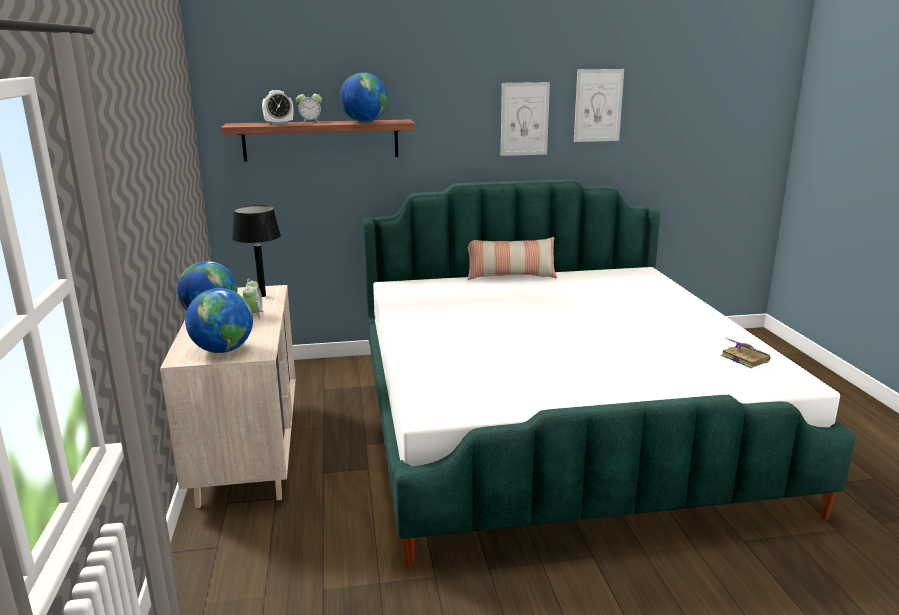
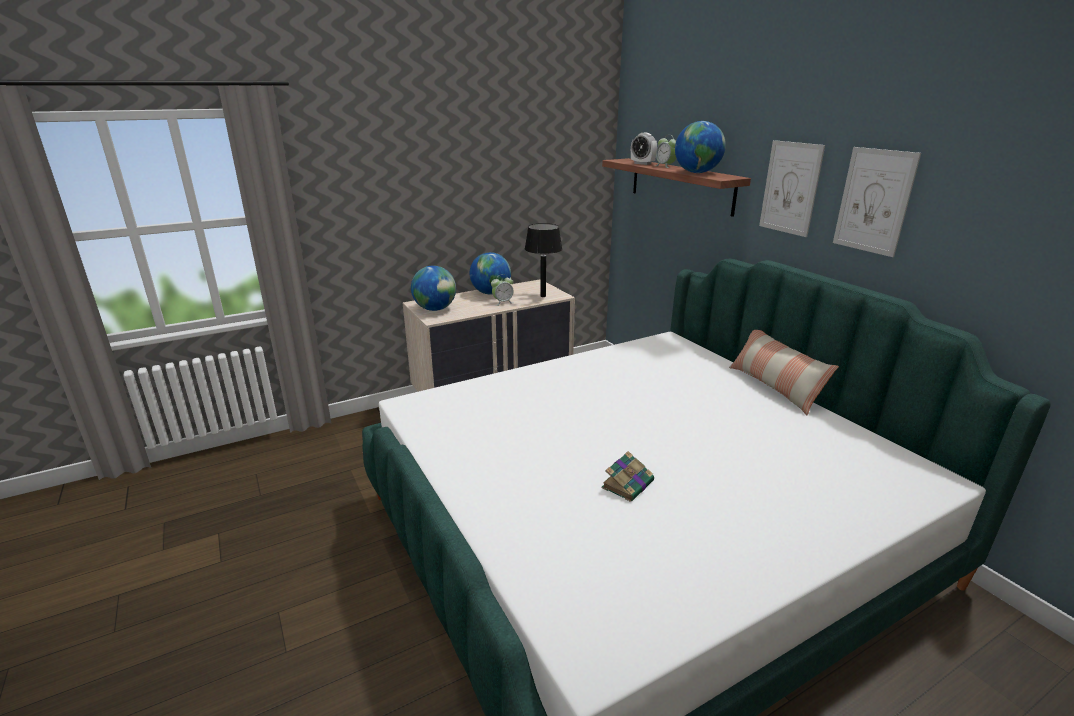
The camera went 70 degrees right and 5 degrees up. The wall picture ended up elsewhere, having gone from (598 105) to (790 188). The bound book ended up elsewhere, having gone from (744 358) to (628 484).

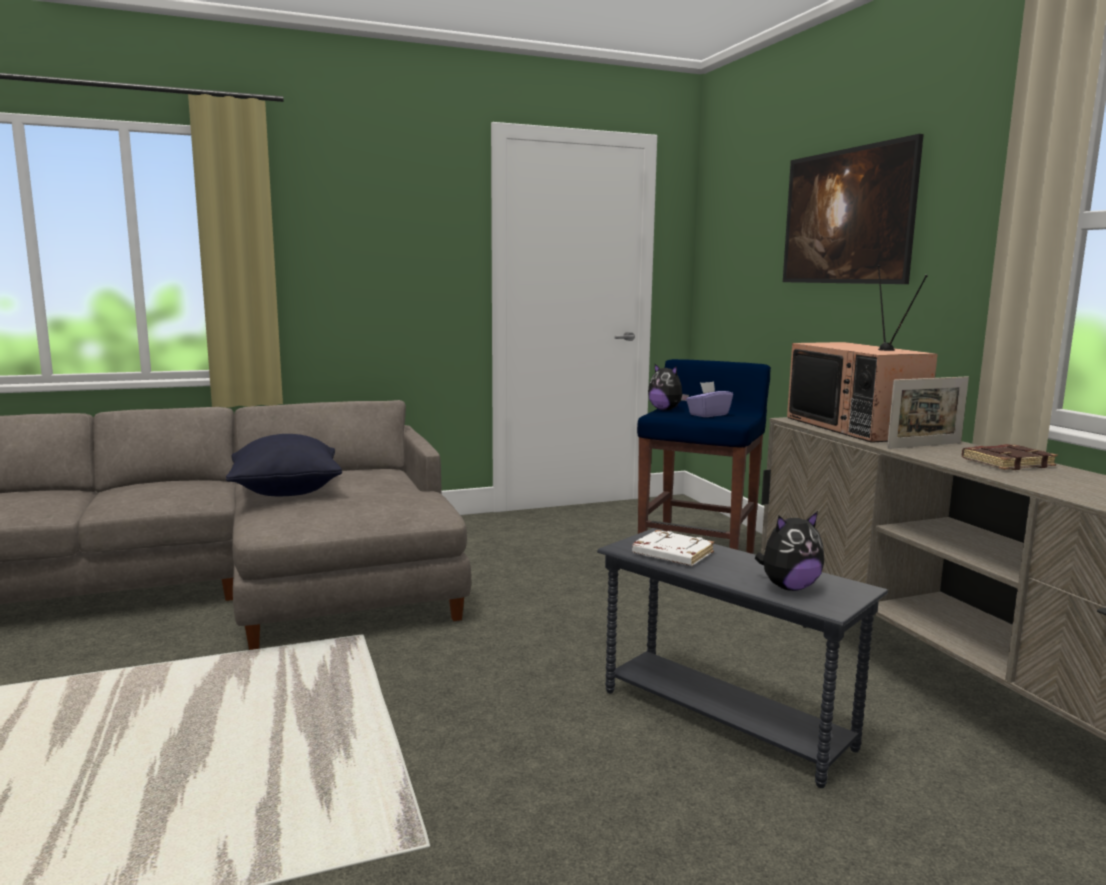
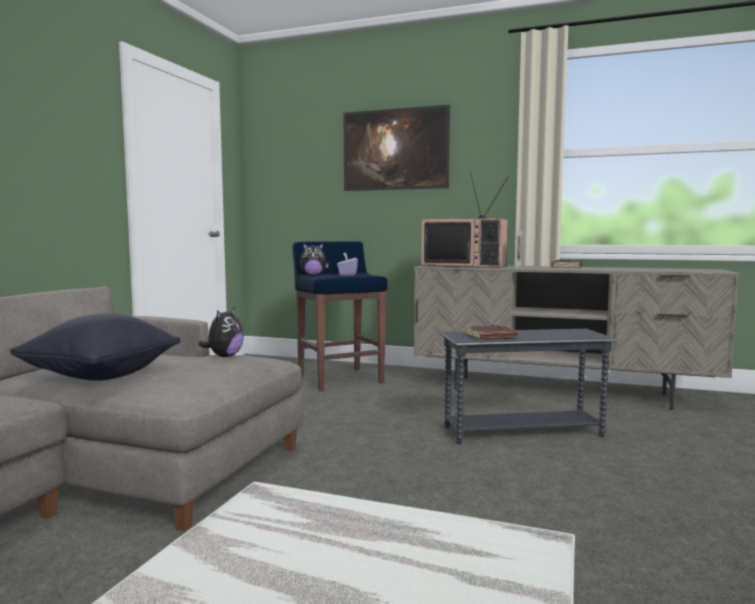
The camera went 50 degrees left and 5 degrees down. The soft toy ended up elsewhere, having gone from (788 587) to (224 356). What was the bound book (whitish) at (671 554) turned into the bound book (brownish) at (490 336).

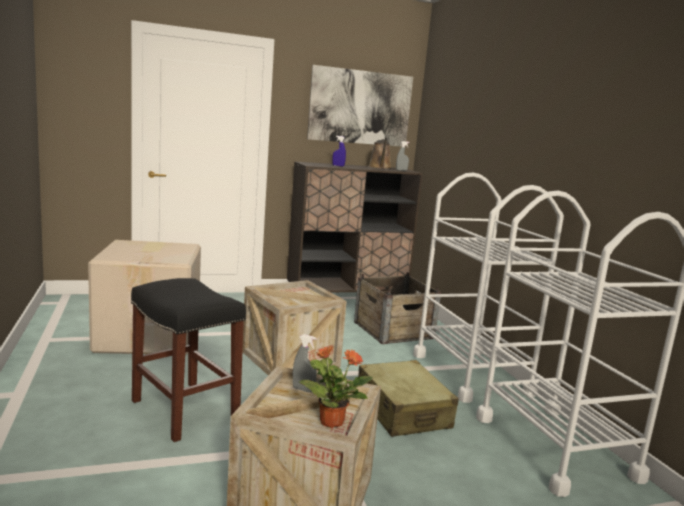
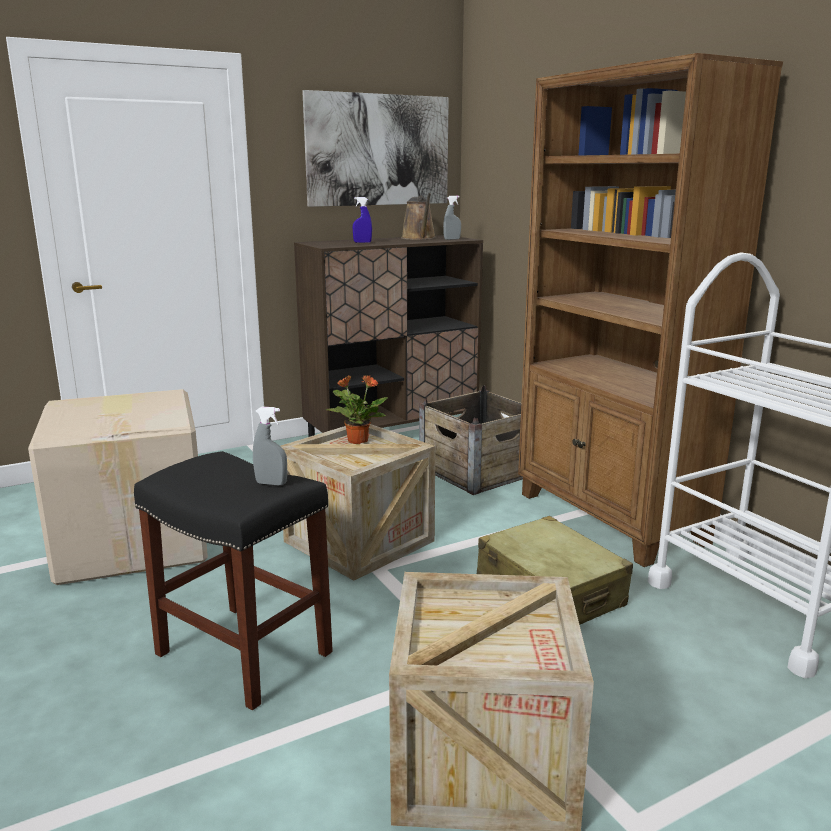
The camera went 10 degrees left and 5 degrees up. The spray bottle (gray) ended up elsewhere, having gone from (303 389) to (271 483). The houseplant ended up elsewhere, having gone from (331 421) to (357 440). Where the cart (whitish) stood at (471 374), the bookcase (brownish) came to stand at (610 519).

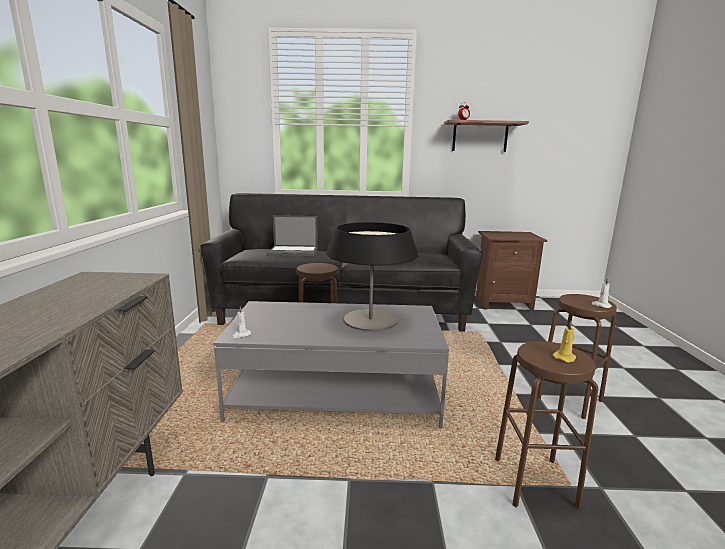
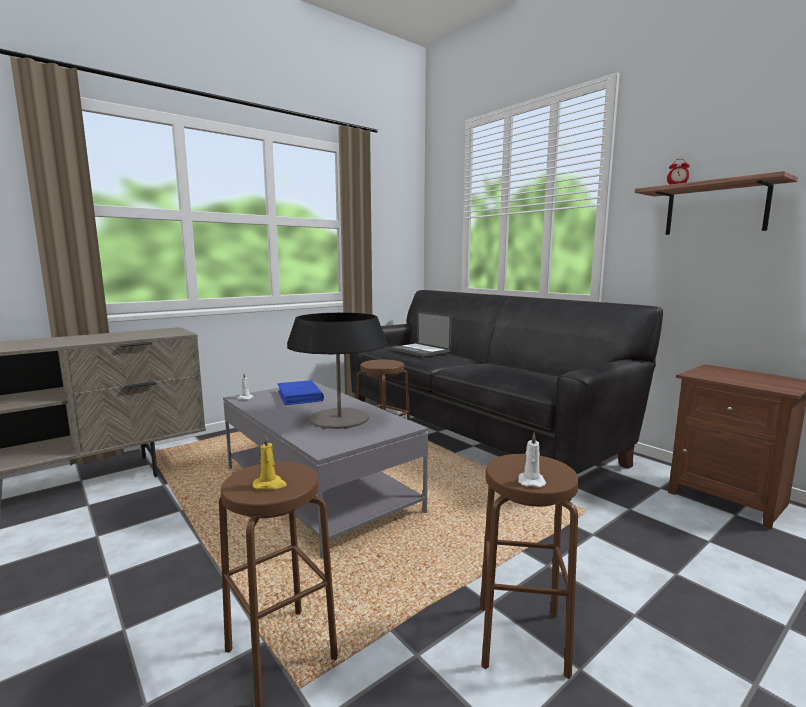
The camera went 50 degrees right and 5 degrees down. The second view gained the bound book (blue-coloured) at (300 396).

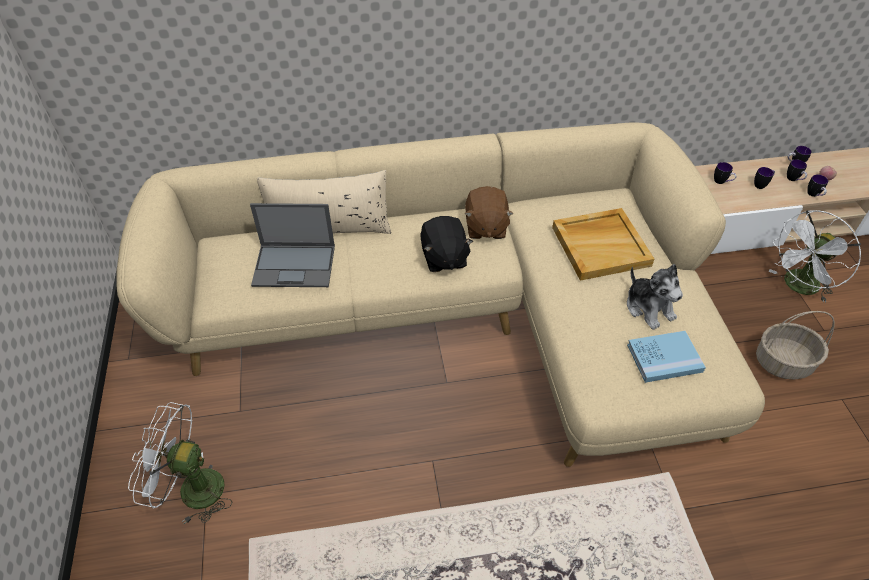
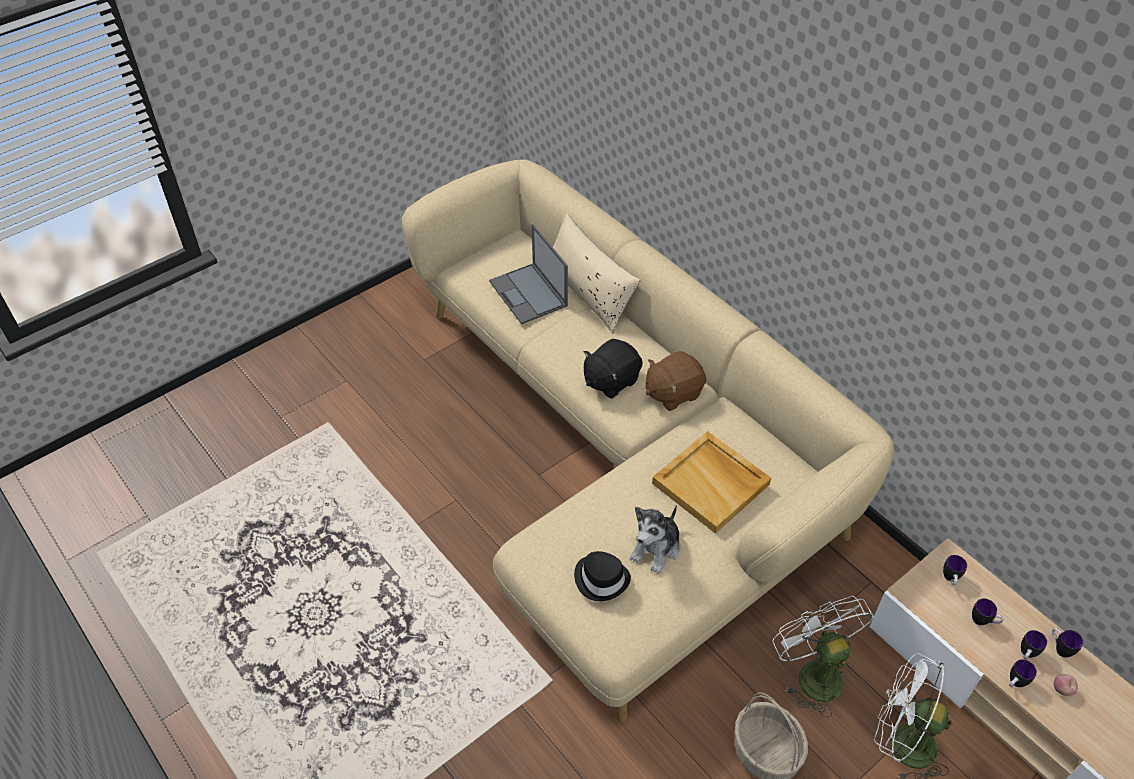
The camera went 60 degrees right and 0 degrees up. The fan (whitish) ended up elsewhere, having gone from (191 489) to (813 673). Where the bound book (blue-coloured) stood at (664 358), the clothing hat (black) came to stand at (601 579).

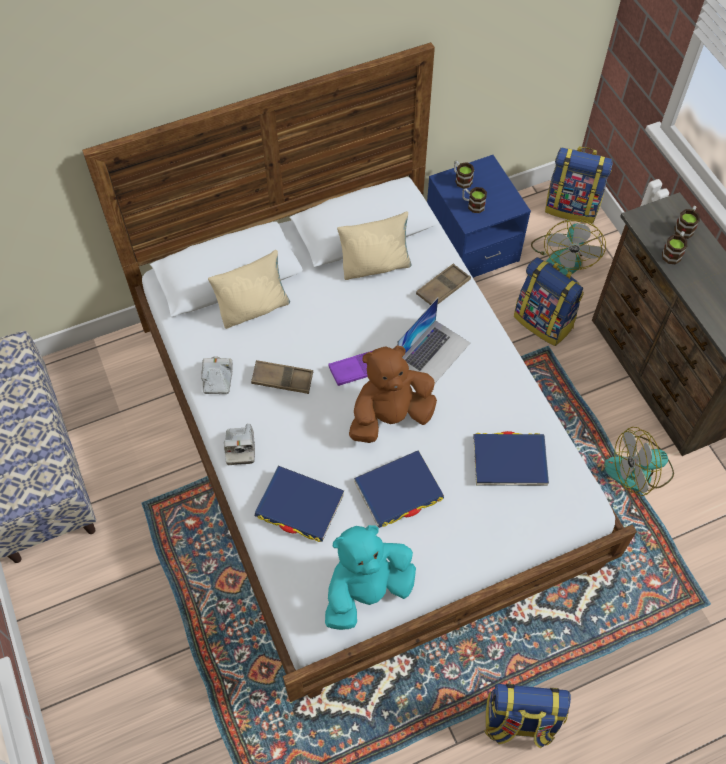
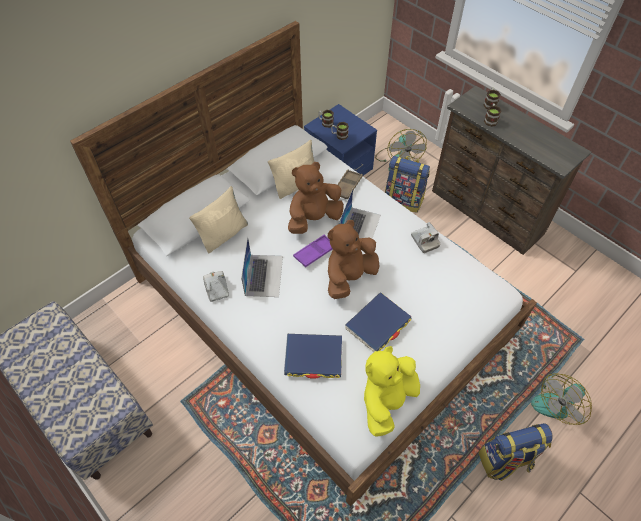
The camera went 20 degrees left and 5 degrees down. The second view lost the bound book (blue-coloured) at (509 461). The second view lost the backpack at (572 207). The second view gained the soft toy (brownish) at (314 219). The photo camera ended up elsewhere, having gone from (240 448) to (424 241). The fan ended up elsewhere, having gone from (639 471) to (557 401). Where the serving tray (brownish) stood at (282 379), the portable computer came to stand at (264 275). What was the soft toy (turquoise-coloured) at (367 590) turned into the soft toy (yellowish) at (387 401).

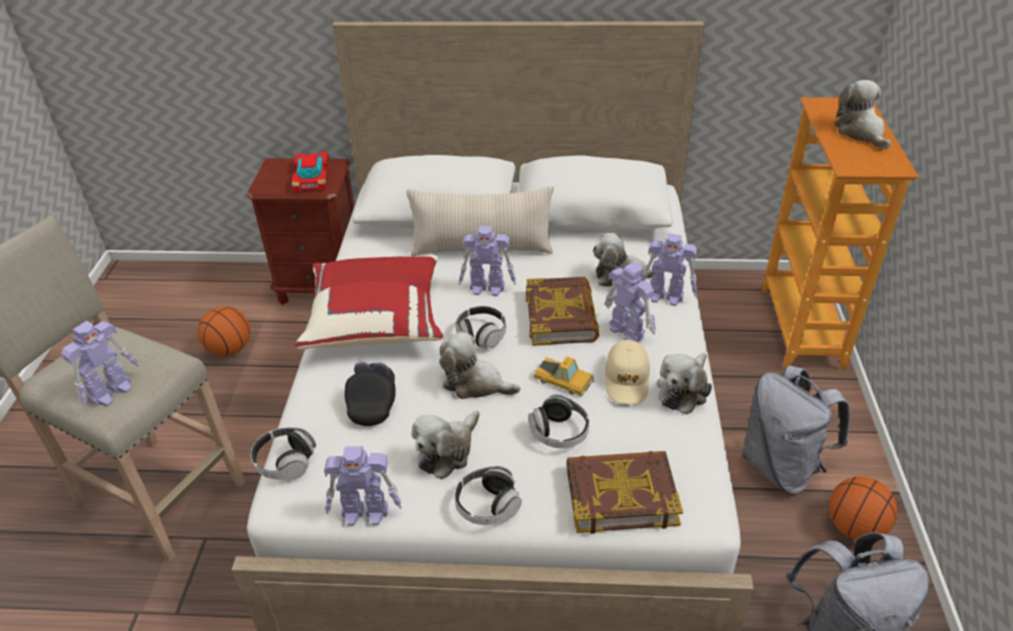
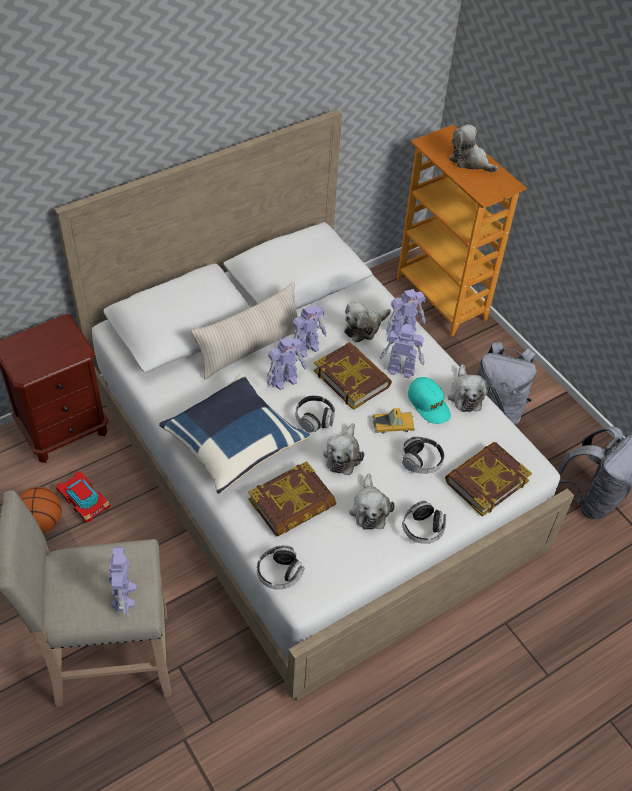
The camera went 40 degrees left and 10 degrees up. The second view lost the basketball ball at (855 527). The model car ended up elsewhere, having gone from (312 177) to (84 499). The model robot ended up elsewhere, having gone from (366 512) to (307 348). Where the baseball cap (black) stood at (373 402), the bound book came to stand at (292 503). What was the cushion (red) at (376 321) turned into the cushion (blue-coloured) at (233 444). What was the baseball cap (beige-coloured) at (627 379) turned into the baseball cap (turquoise-coloured) at (429 404). The soft toy at (475 383) ended up facing another way, 60 degrees counterclockwise from before.

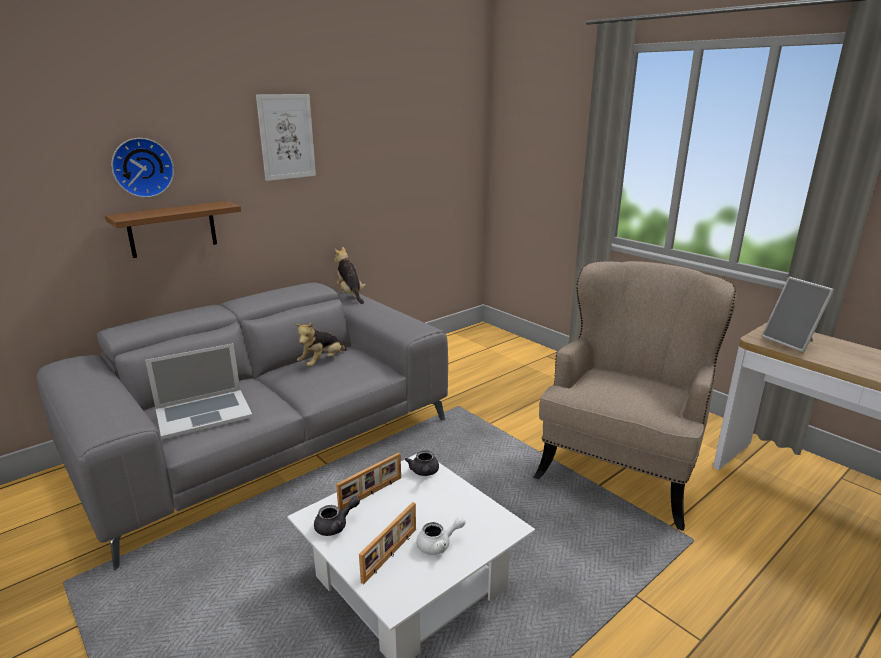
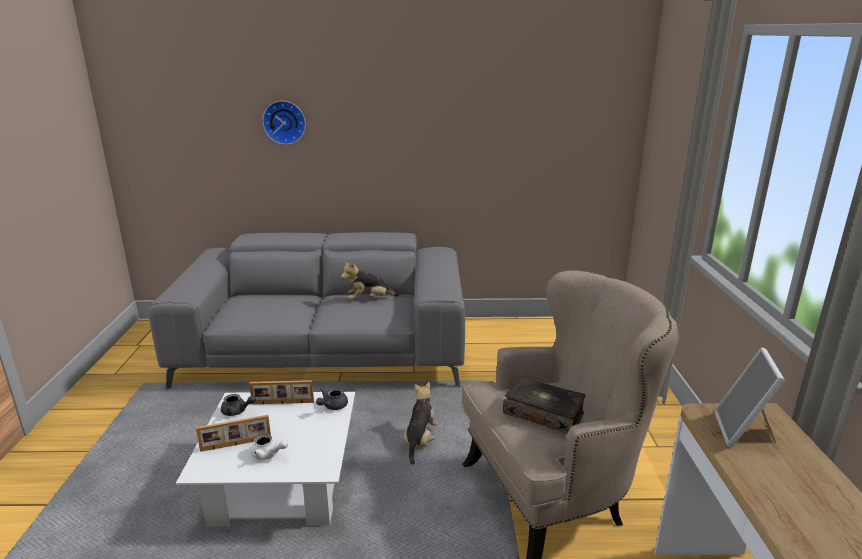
The camera went 40 degrees right and 0 degrees up. The second view lost the wall shelf (brownish) at (172 229). The second view lost the portable computer at (203 413). The second view lost the wall picture at (286 137). The second view gained the bound book at (544 413). The soft toy ended up elsewhere, having gone from (350 294) to (420 441).

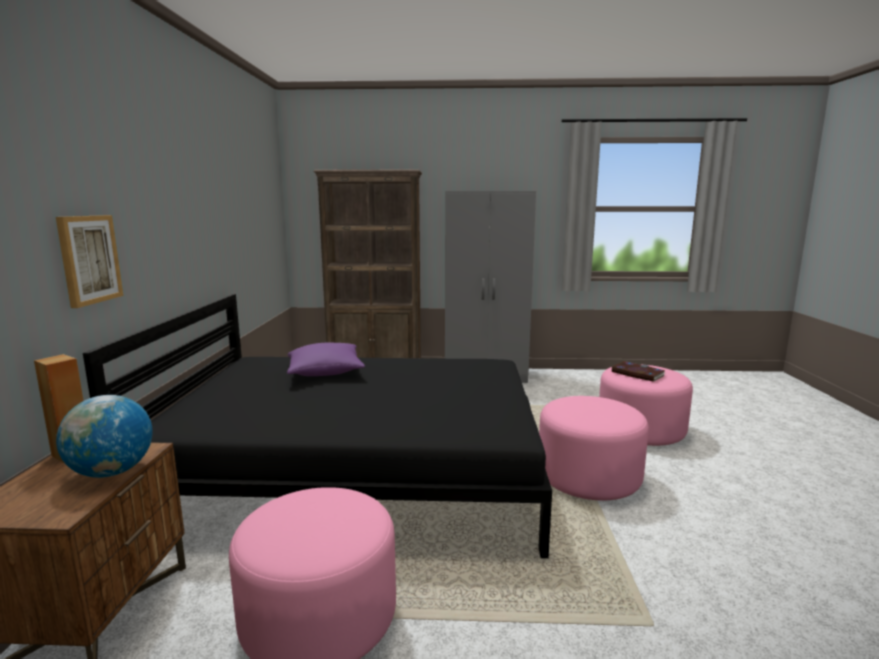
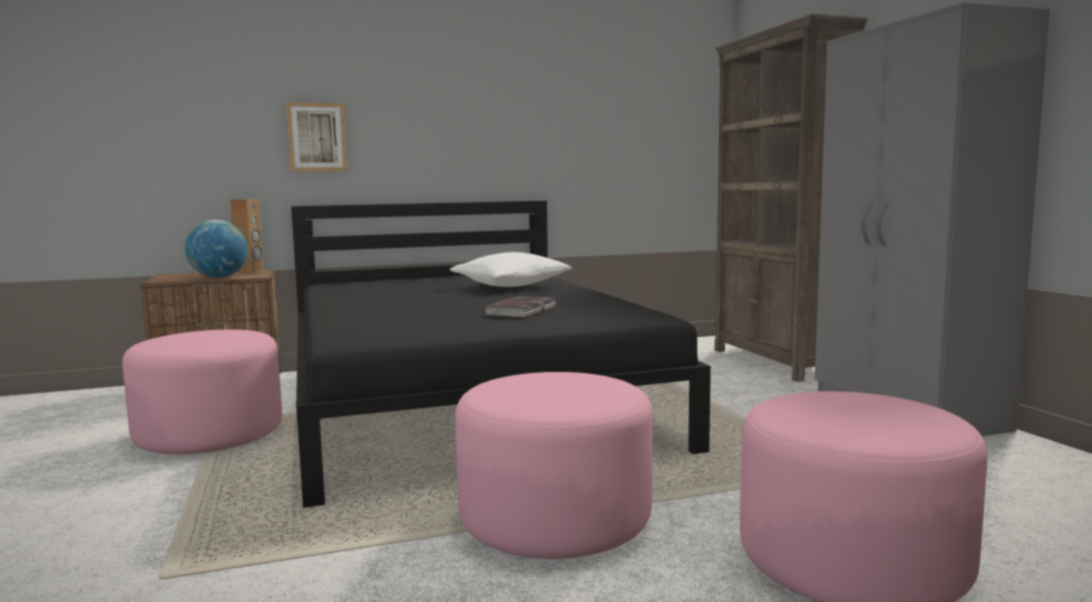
The camera went 70 degrees right and 5 degrees down. The bound book ended up elsewhere, having gone from (637 374) to (521 311). What was the cushion (purplish) at (325 372) turned into the cushion (whitish) at (510 286).

